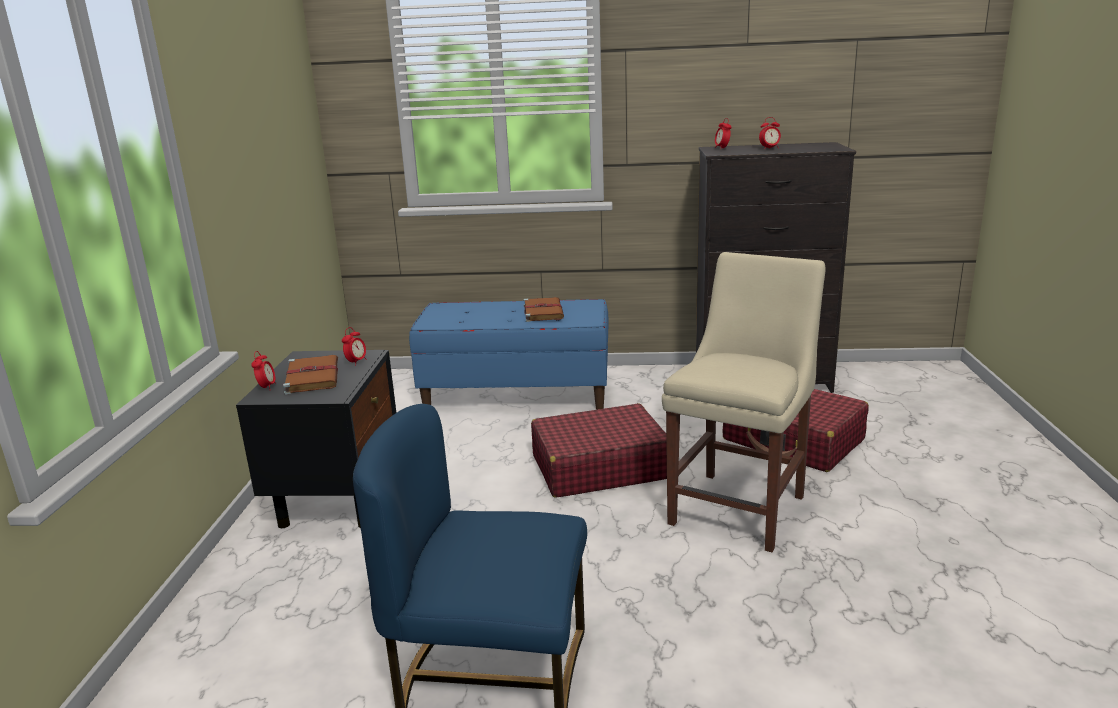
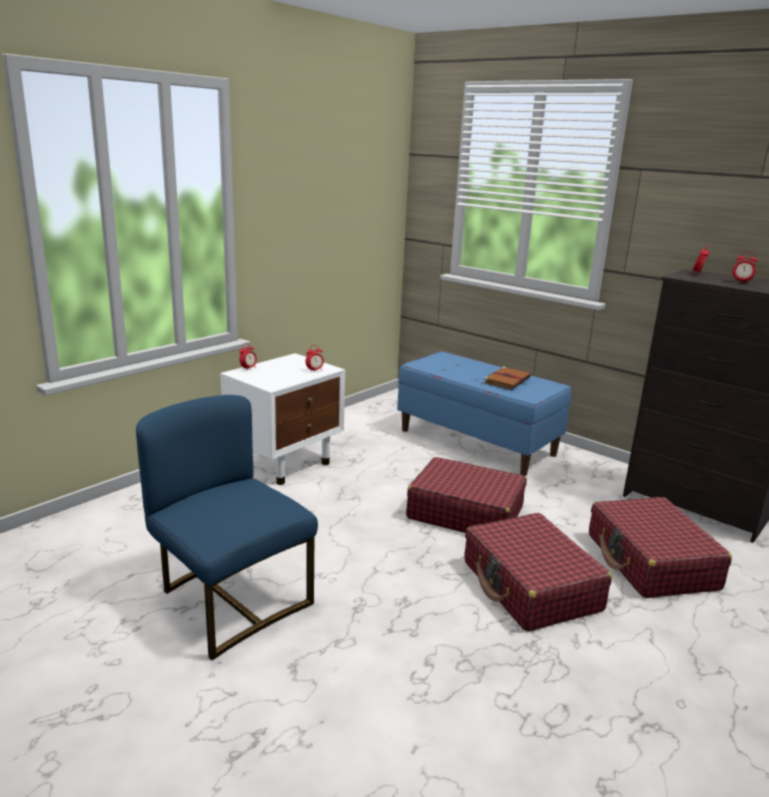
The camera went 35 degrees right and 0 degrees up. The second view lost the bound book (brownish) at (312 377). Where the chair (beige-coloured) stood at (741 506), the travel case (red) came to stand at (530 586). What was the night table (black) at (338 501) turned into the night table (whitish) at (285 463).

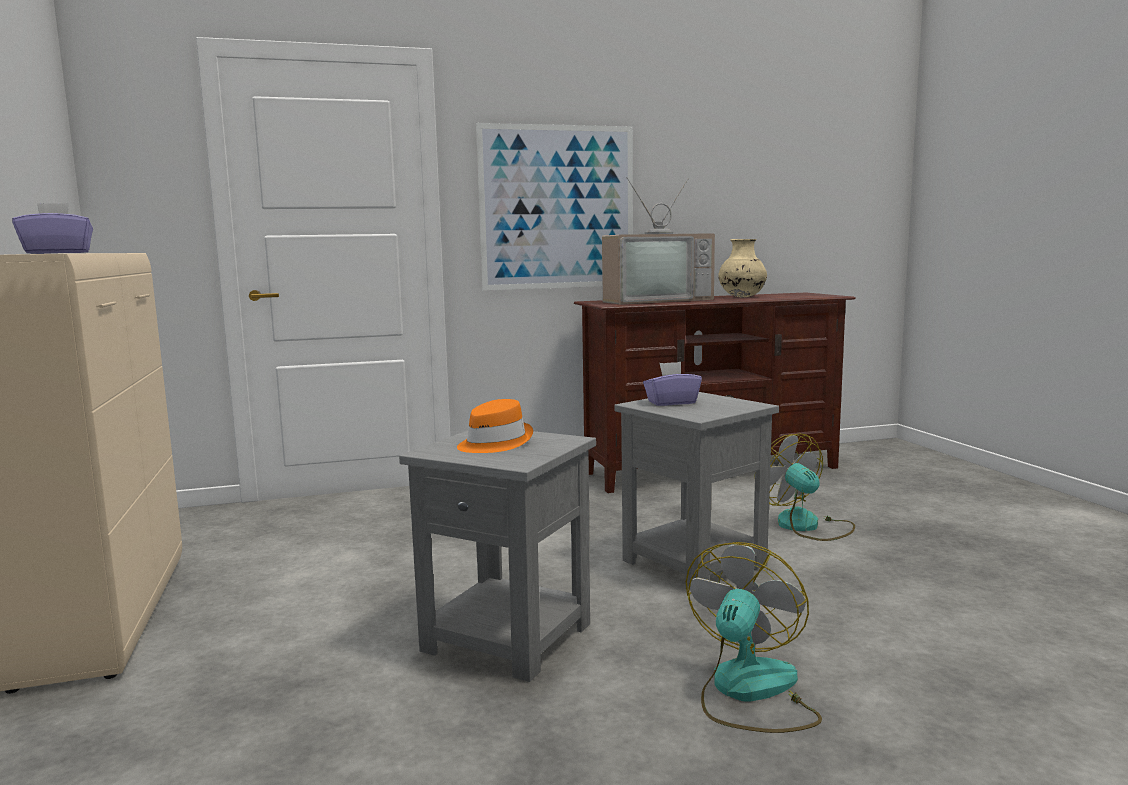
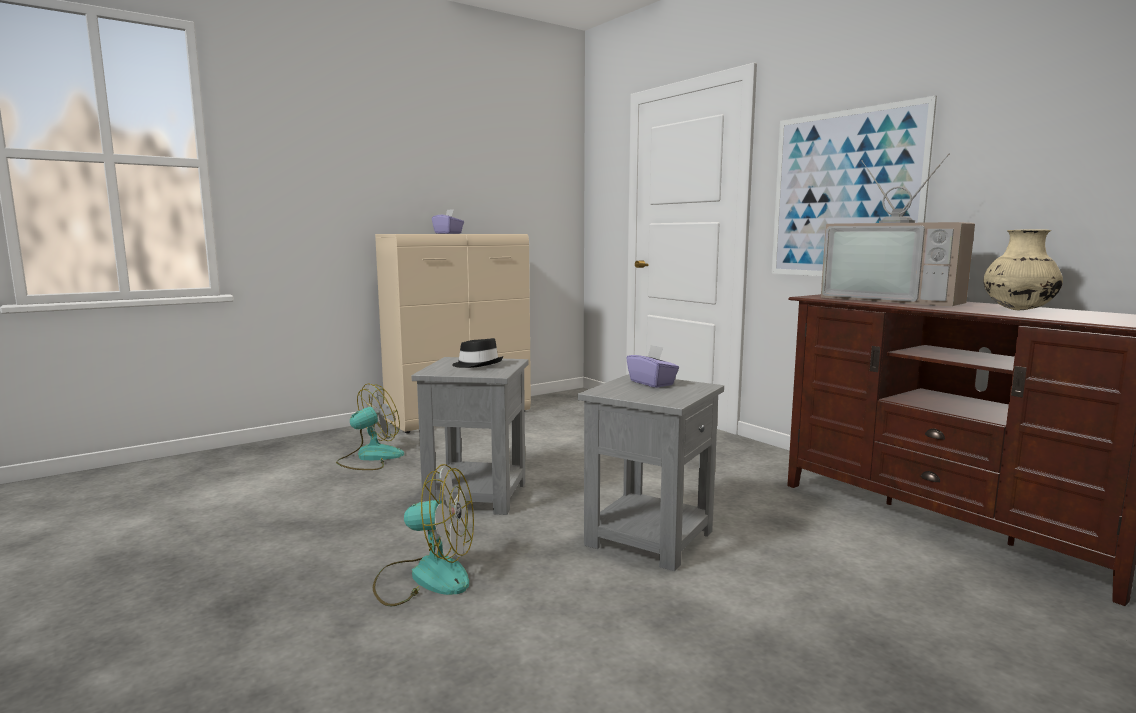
The camera went 70 degrees right and 0 degrees up. The fan ended up elsewhere, having gone from (807 526) to (370 458). What was the clothing hat (orange-coloured) at (494 443) turned into the clothing hat (black) at (478 364).

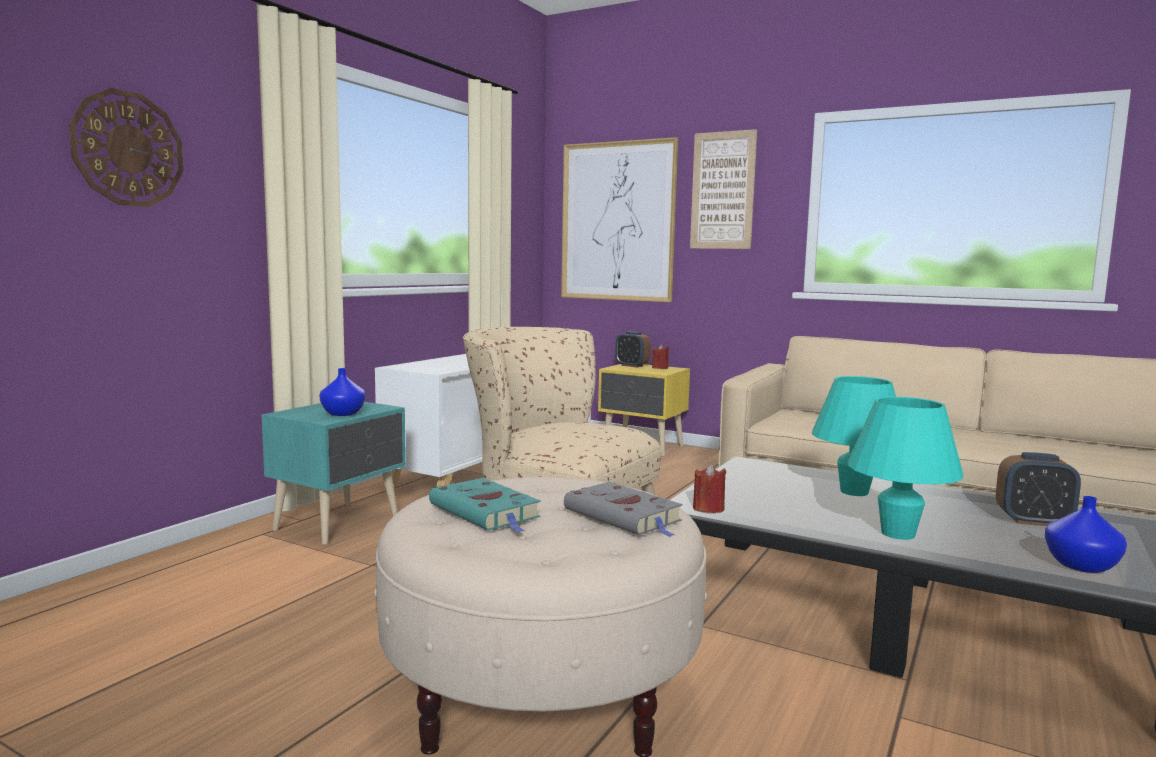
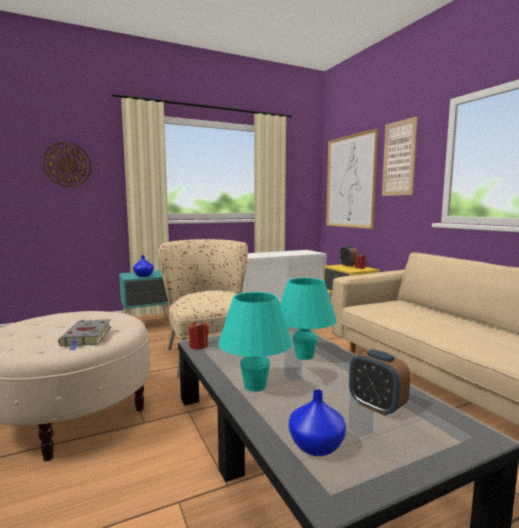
The camera went 35 degrees right and 0 degrees up. The second view lost the bound book (turquoise-coloured) at (486 512).

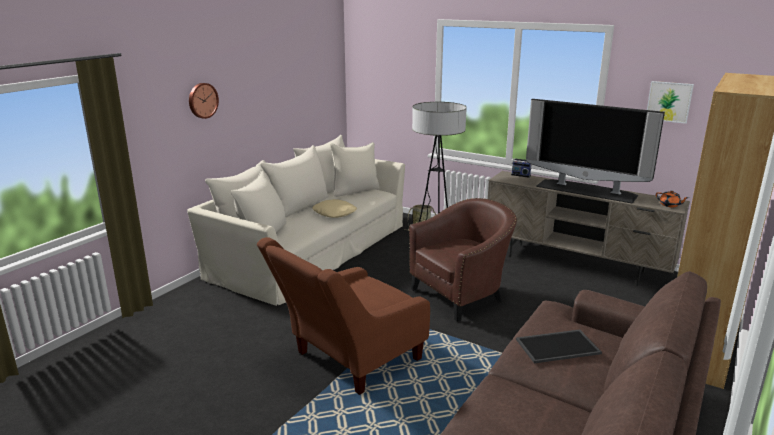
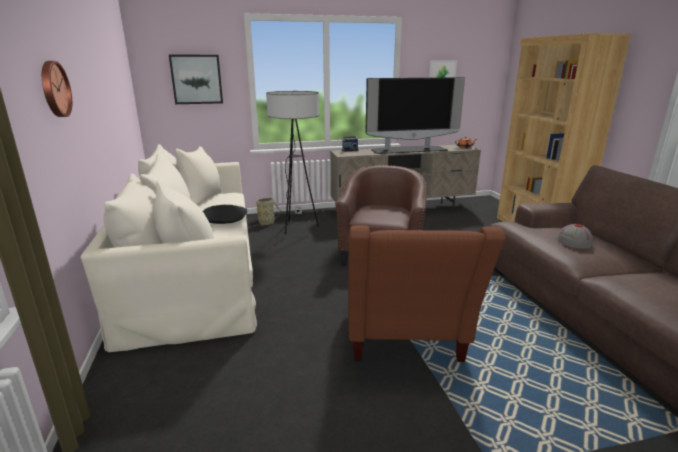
The camera went 45 degrees left and 0 degrees up. The second view gained the wall picture at (196 79). Where the serving tray stood at (558 346), the clothing hat (gray) came to stand at (573 242). What was the cushion (beige-coloured) at (334 213) turned into the cushion (black) at (224 219).

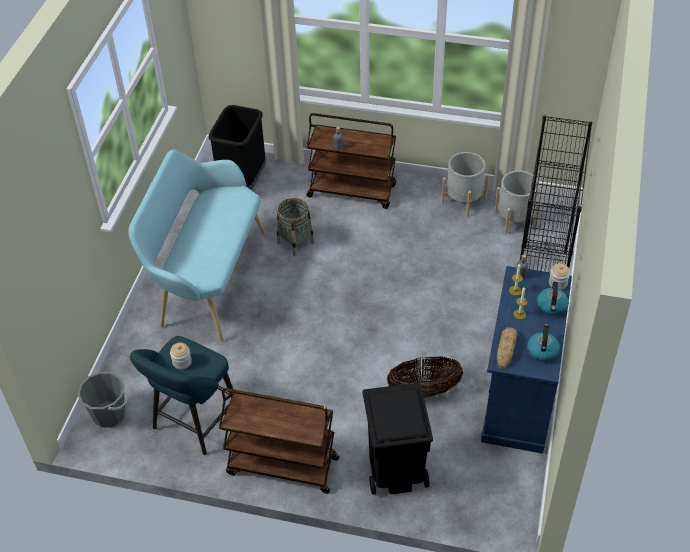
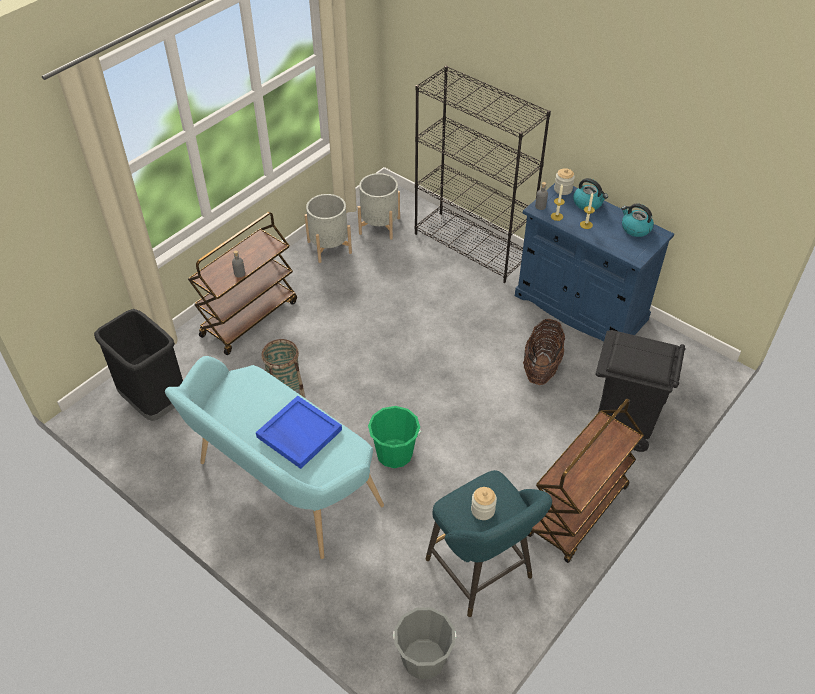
The camera went 65 degrees left and 0 degrees up. The second view lost the bread at (506 349). The second view gained the serving tray (blue-coloured) at (298 433). The second view gained the bucket (green) at (394 453).

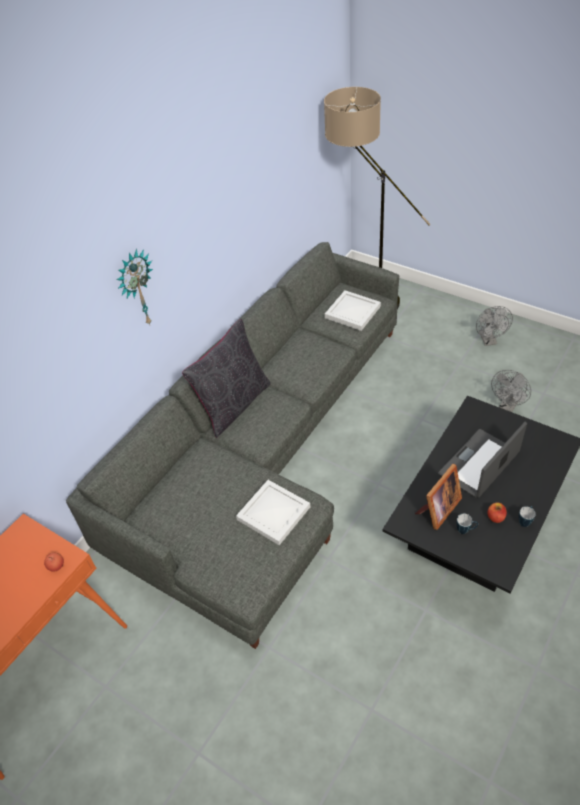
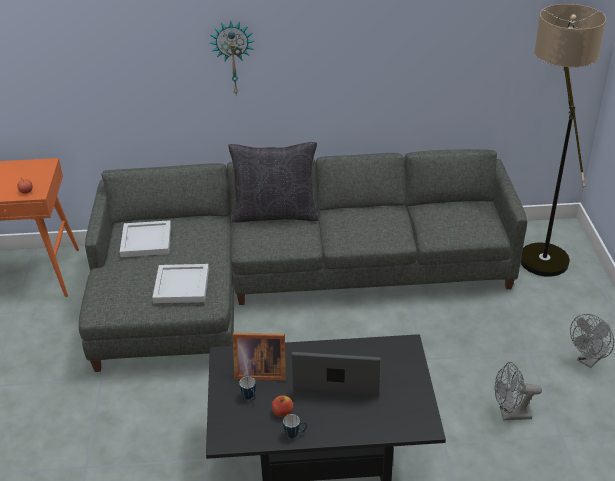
The camera went 50 degrees right and 10 degrees down. The serving tray (whitish) ended up elsewhere, having gone from (351 312) to (145 240).

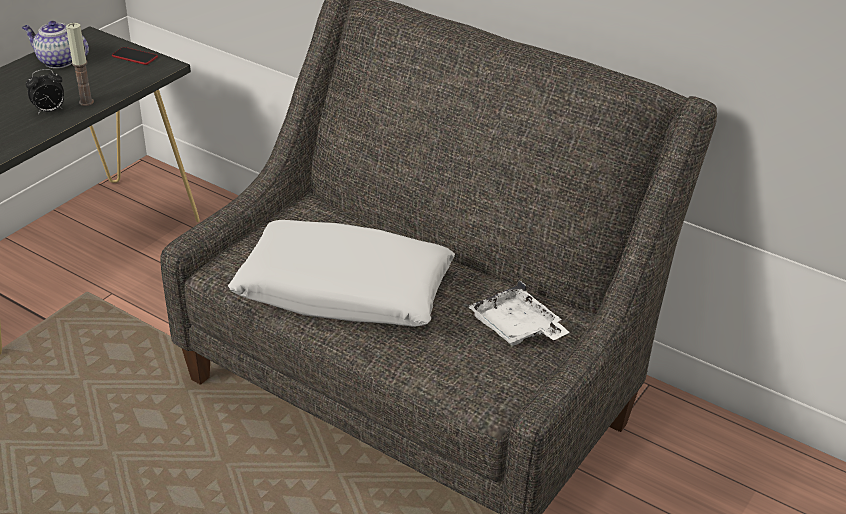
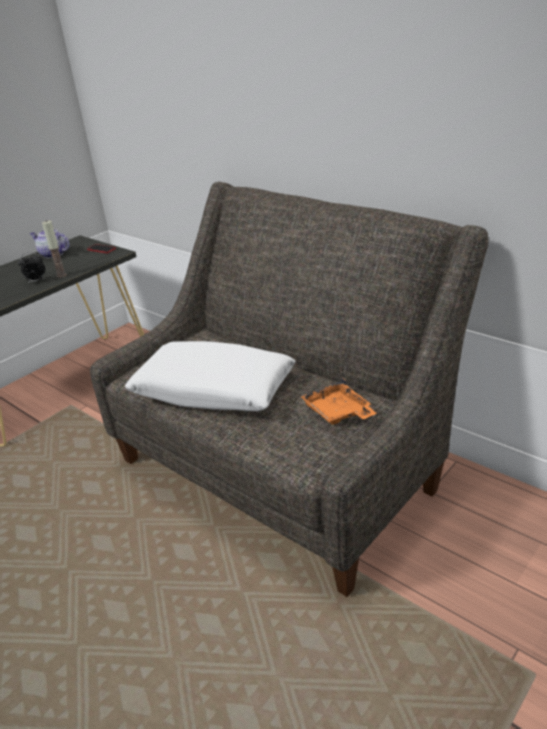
The camera went 10 degrees right and 5 degrees down. What was the serving tray (whitish) at (516 328) turned into the serving tray (orange-coloured) at (338 412).

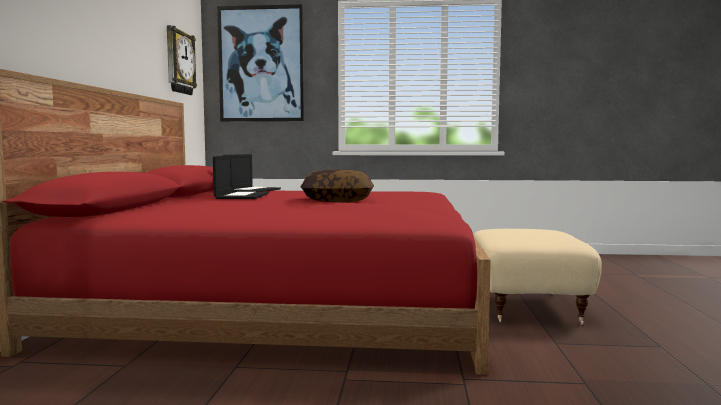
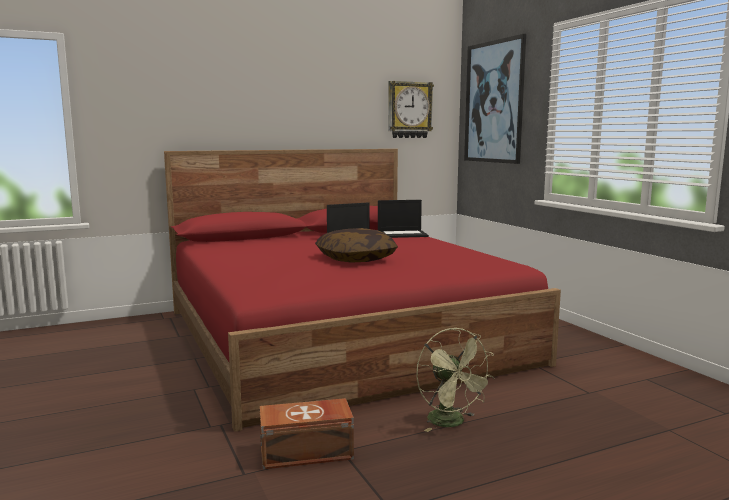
The camera went 60 degrees right and 5 degrees up. The second view gained the storage box (brownish) at (308 453). Where the footrest (beige-coloured) stood at (526 307), the fan (green) came to stand at (452 423).

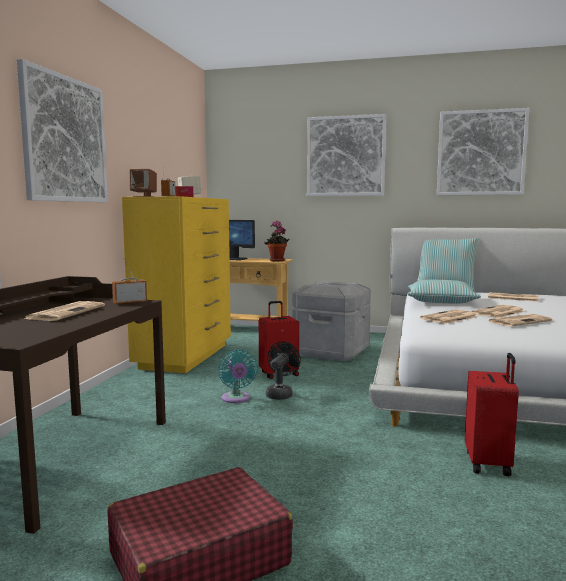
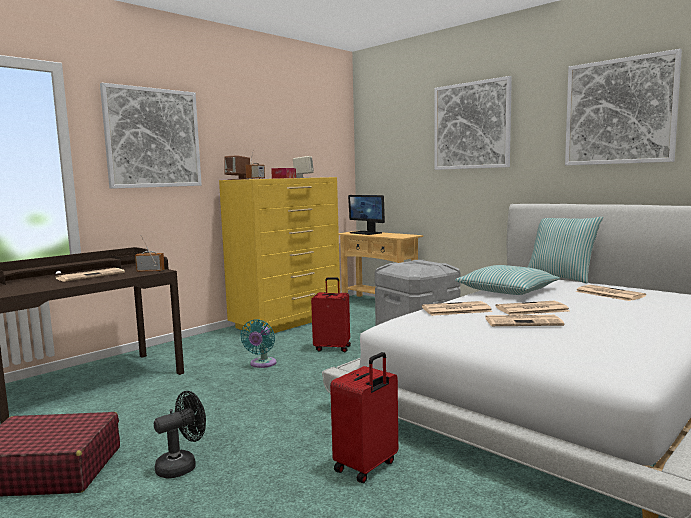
The camera went 30 degrees right and 0 degrees up. The second view lost the houseplant at (277 261). The fan (black) ended up elsewhere, having gone from (280 394) to (182 466).

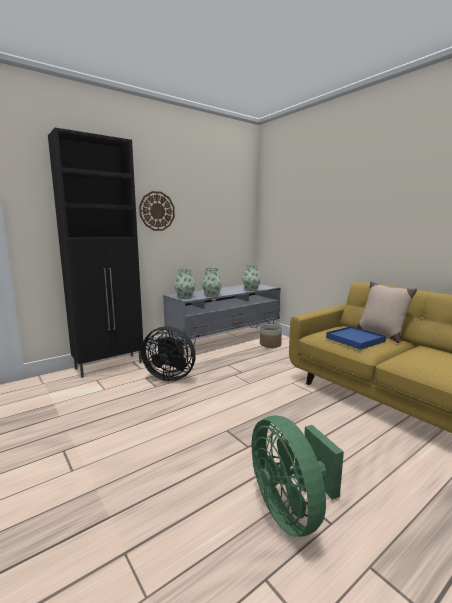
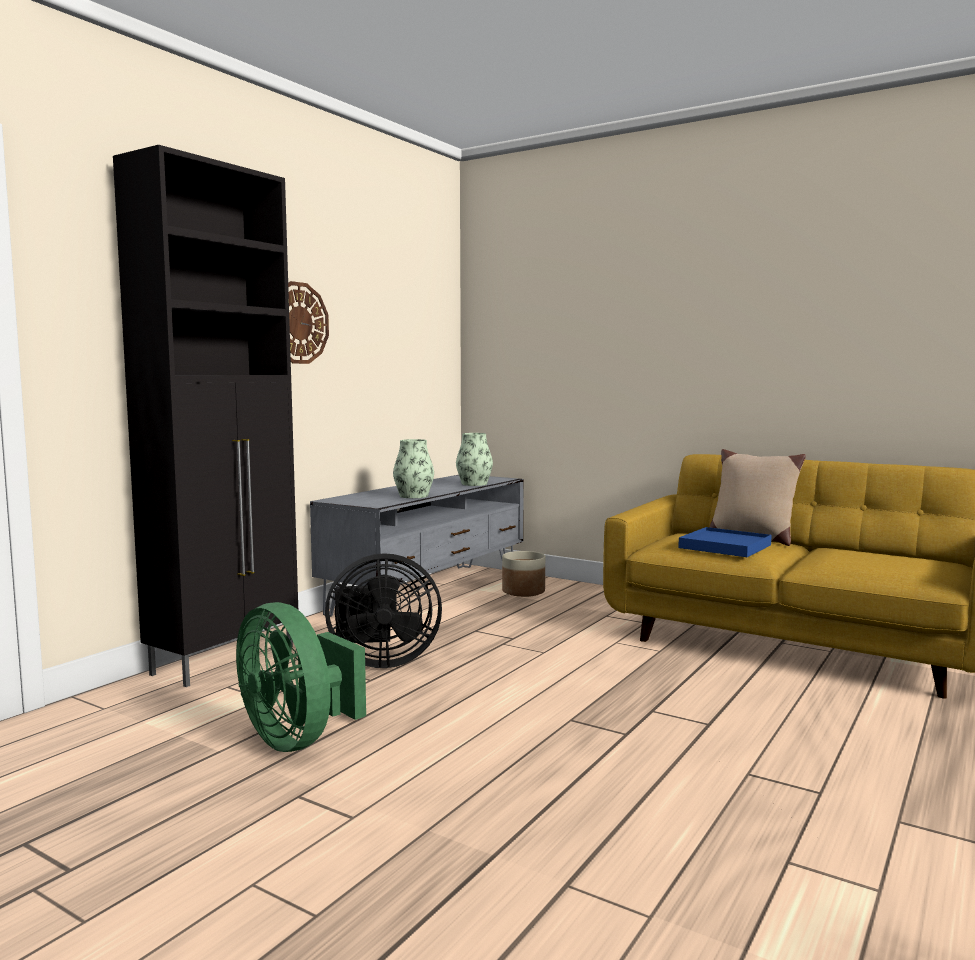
The camera went 20 degrees left and 5 degrees down. The second view lost the vase at (185 297). The fan (green) ended up elsewhere, having gone from (291 510) to (297 738).

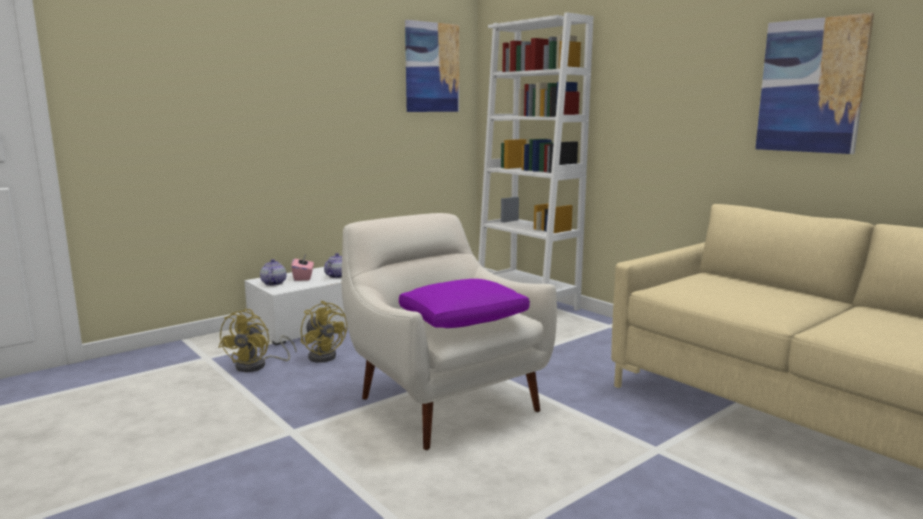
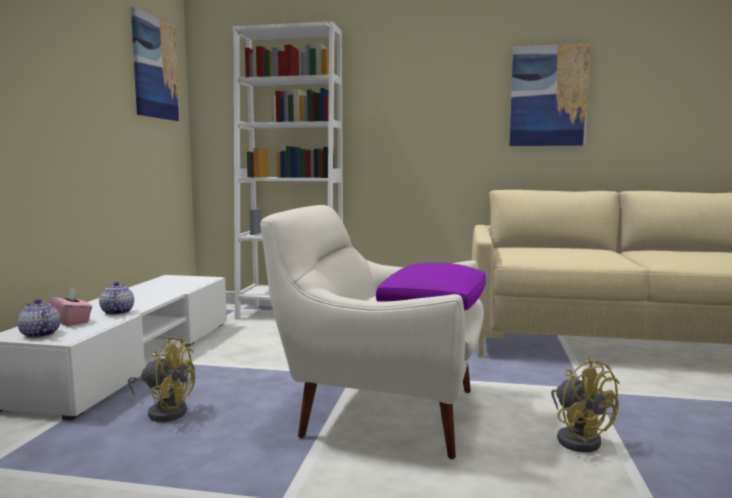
The camera went 40 degrees left and 5 degrees down. The fan (yellowish) ended up elsewhere, having gone from (257 365) to (578 438).

